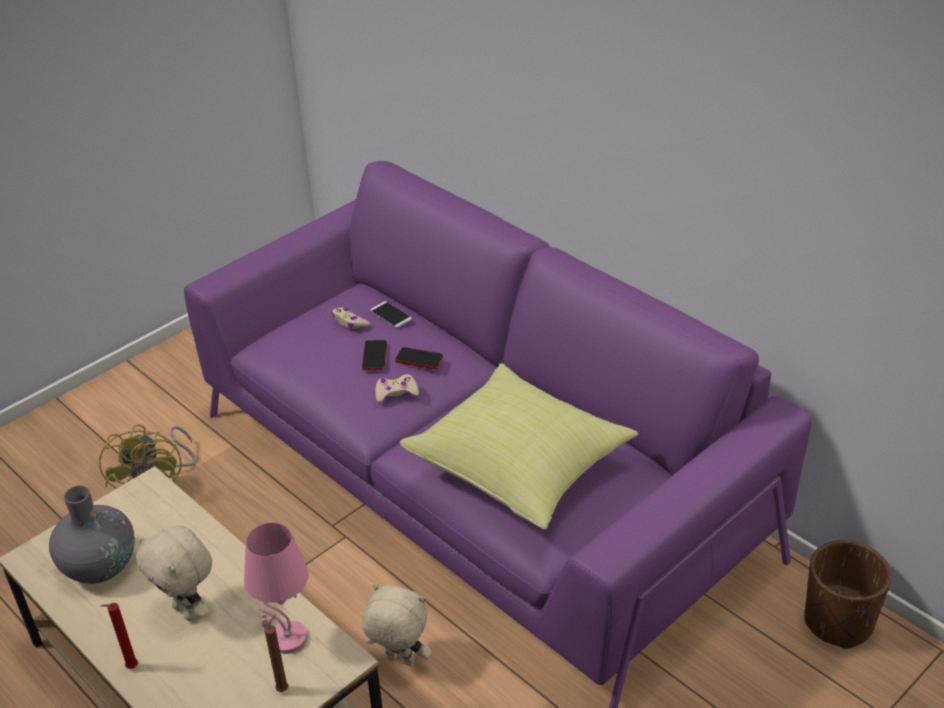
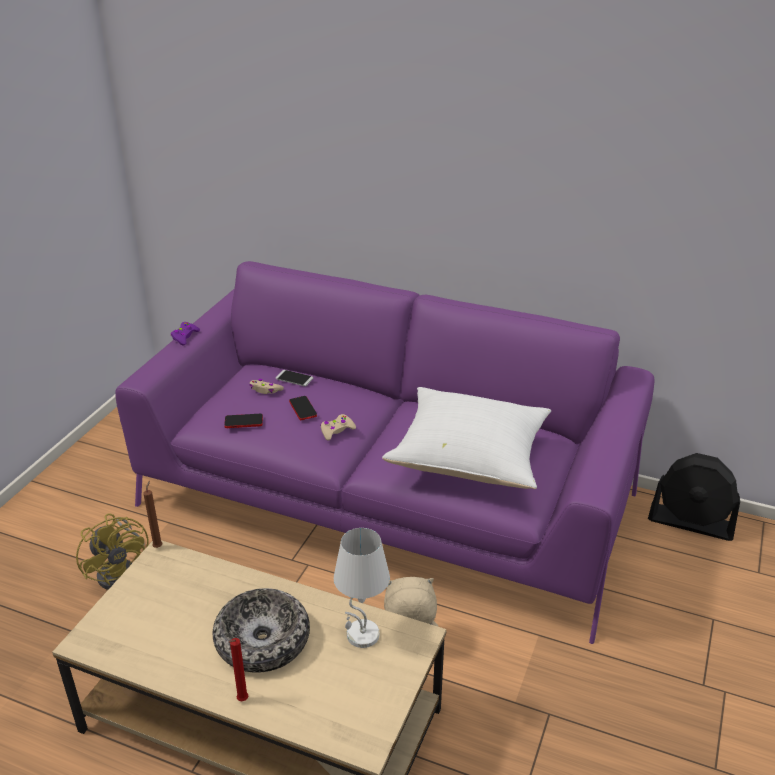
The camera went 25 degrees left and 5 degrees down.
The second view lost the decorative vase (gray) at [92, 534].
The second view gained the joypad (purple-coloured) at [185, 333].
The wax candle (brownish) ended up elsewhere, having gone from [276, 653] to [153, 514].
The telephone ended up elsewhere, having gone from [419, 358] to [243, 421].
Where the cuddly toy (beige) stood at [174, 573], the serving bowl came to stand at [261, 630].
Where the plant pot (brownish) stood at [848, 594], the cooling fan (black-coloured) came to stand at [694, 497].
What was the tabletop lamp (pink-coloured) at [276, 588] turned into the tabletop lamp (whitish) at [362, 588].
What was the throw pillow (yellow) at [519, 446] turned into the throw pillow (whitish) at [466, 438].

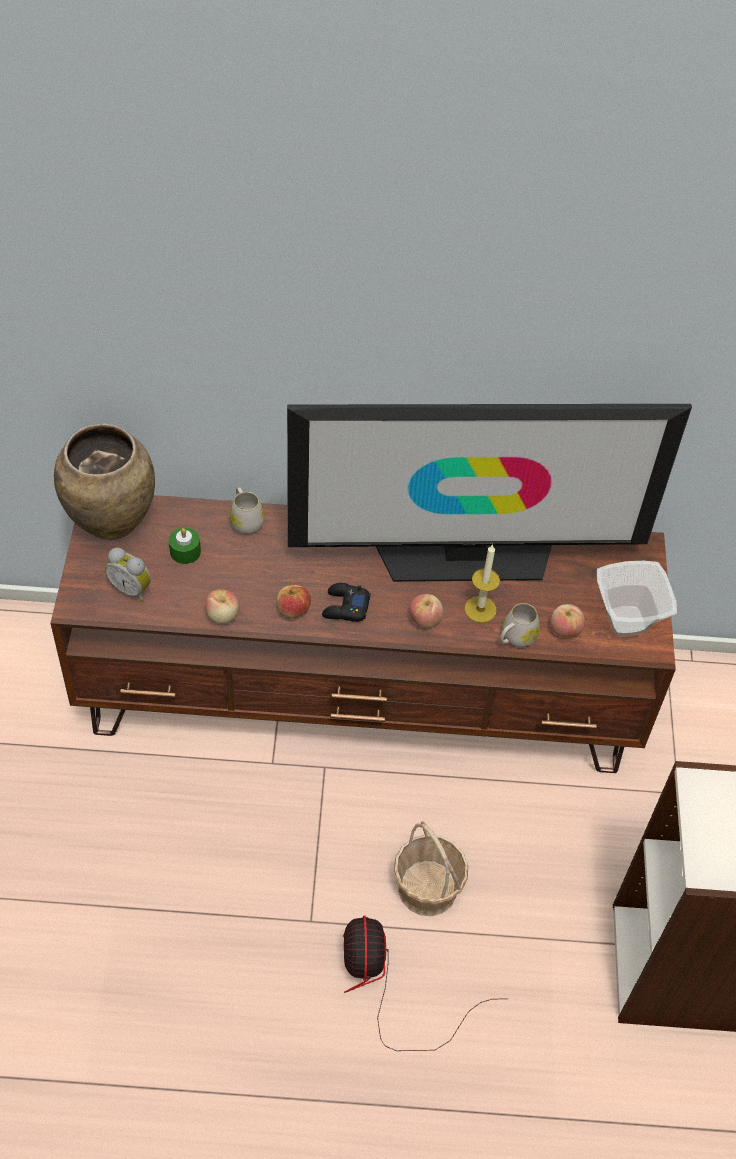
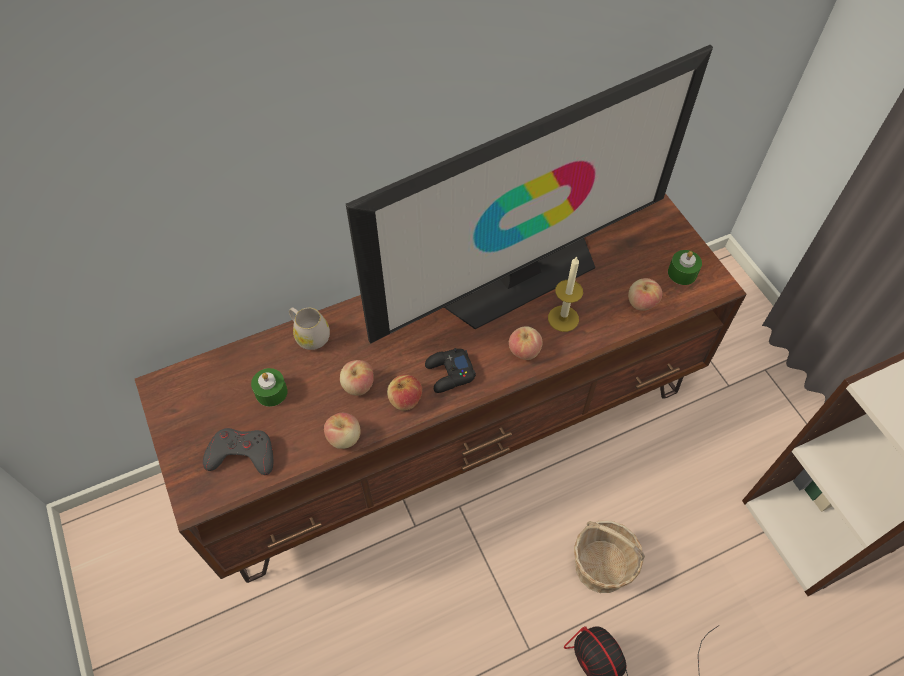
The camera went 25 degrees left and 5 degrees up.
The second view lost the decorative vase (brownish) at [104, 481].
The second view lost the tea mug (whitish) at [520, 625].
The second view gained the whole apple at [357, 378].
Where the alarm clock stood at [128, 575], the joypad (gray) came to stand at [238, 451].
Where the serving bowl stood at [637, 598], the wax candle (green) came to stand at [685, 267].

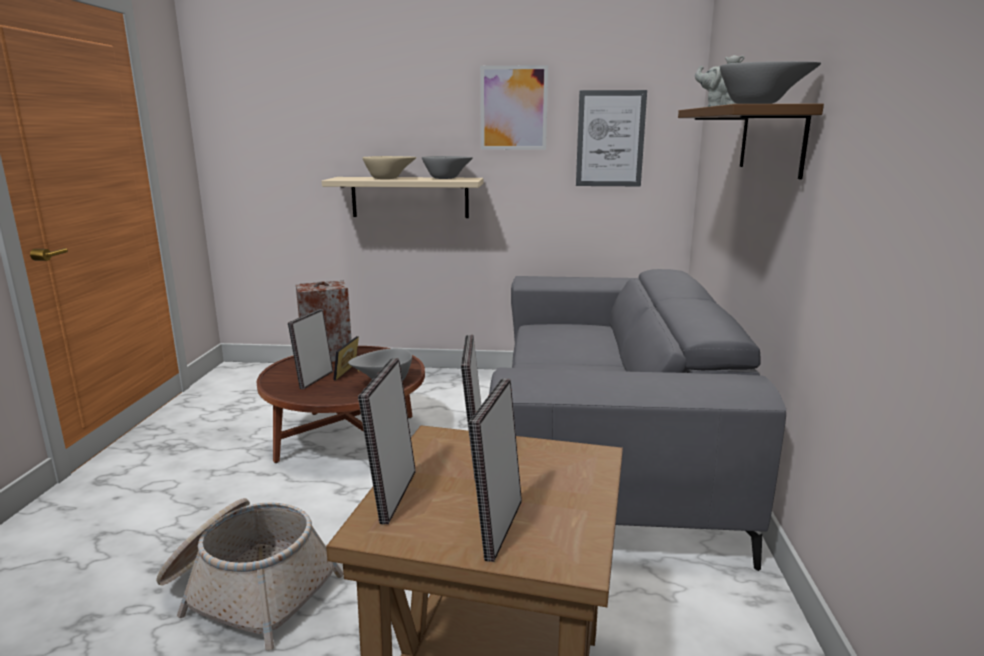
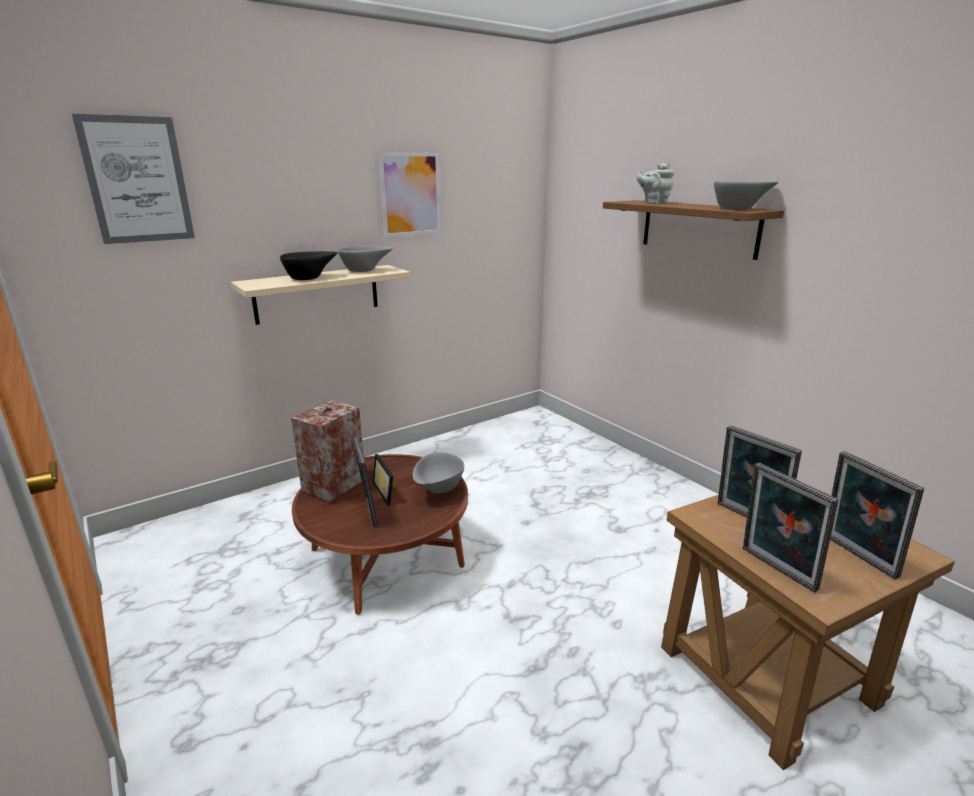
The camera went 40 degrees left and 5 degrees up.
The second view lost the storage basket at [250, 574].
The second view lost the settee (gray) at [638, 420].
The wall picture ended up elsewhere, having gone from [611, 138] to [133, 179].
What was the serving bowl (beige) at [390, 167] turned into the serving bowl (black-coloured) at [309, 265].

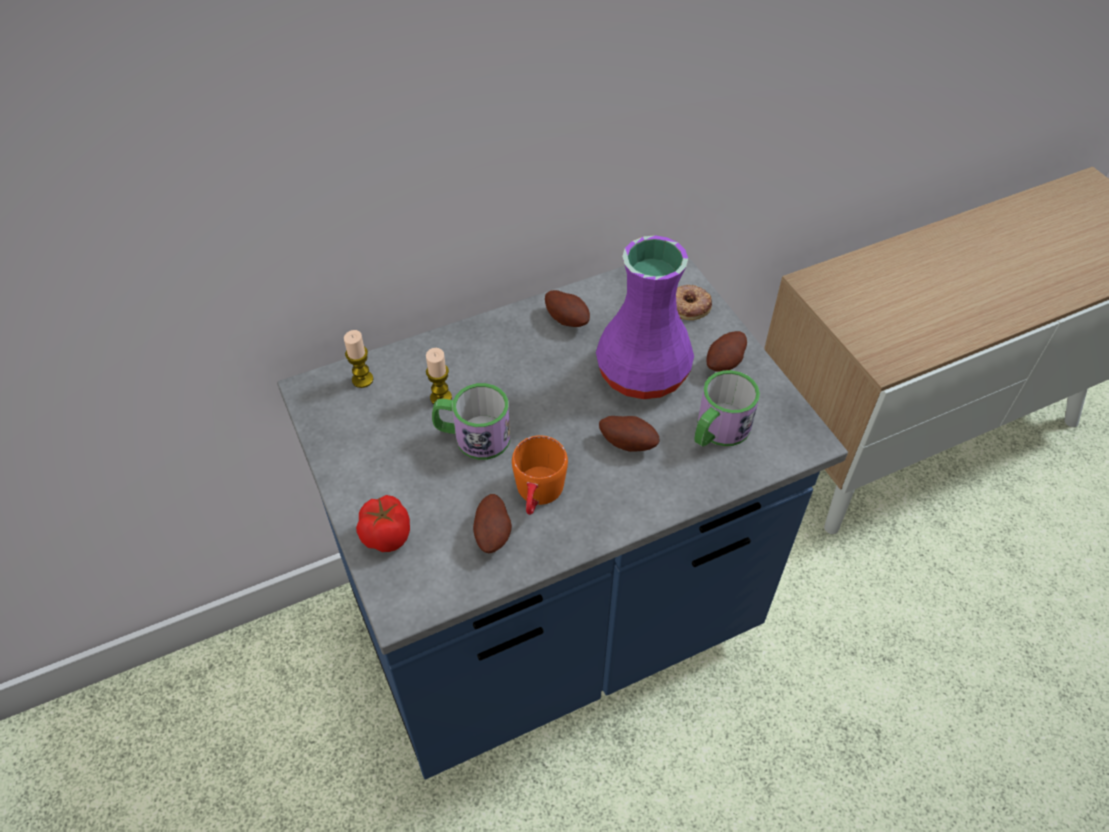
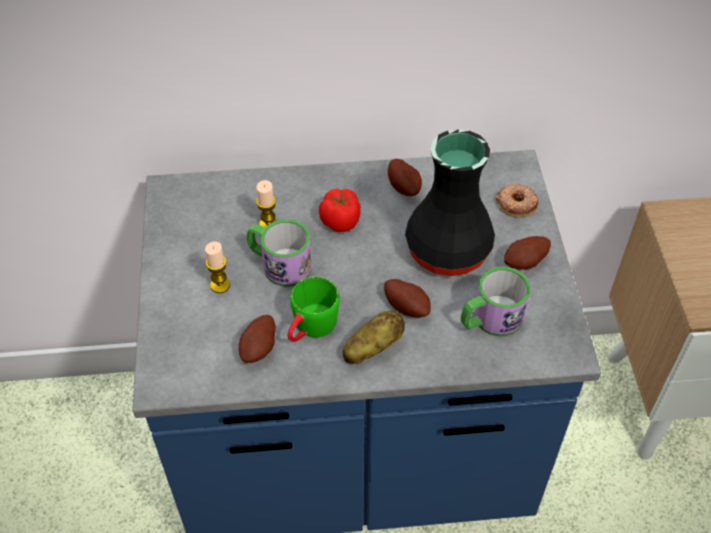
The camera went 20 degrees right and 0 degrees up.
The second view gained the potato at [374, 337].
The wax candle ended up elsewhere, having gone from [359, 359] to [217, 267].
The tomato ended up elsewhere, having gone from [383, 523] to [340, 210].
What was the tea mug (orange) at [540, 475] turned into the tea mug (green) at [314, 309].
What was the decorative vase (purple-coloured) at [645, 317] turned into the decorative vase (black-coloured) at [450, 202].

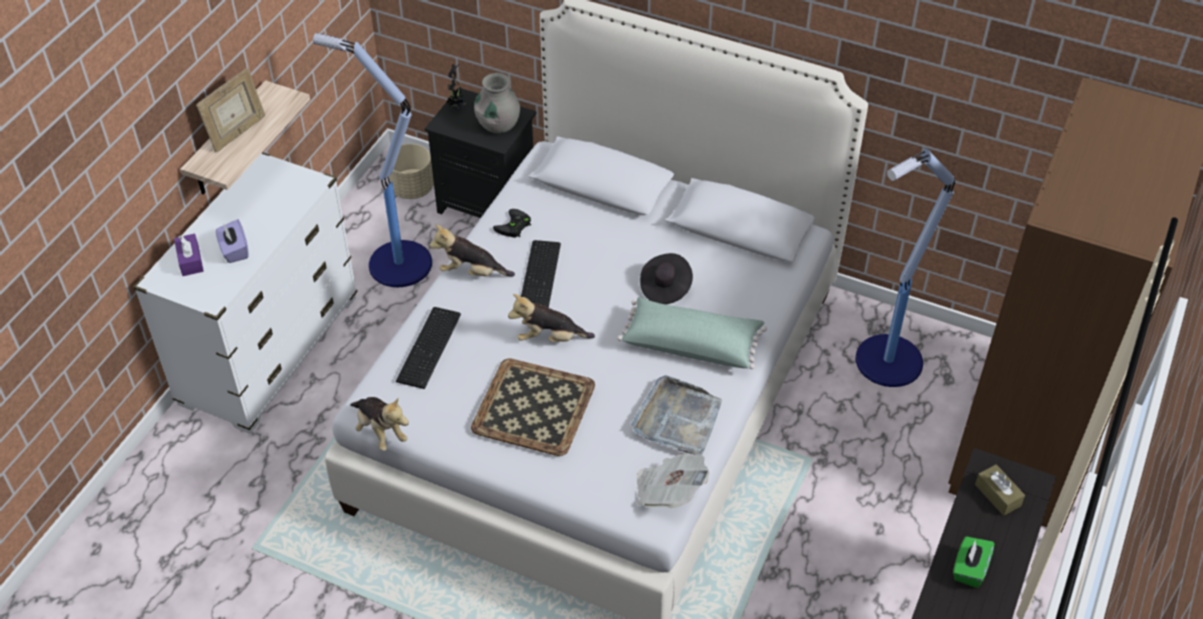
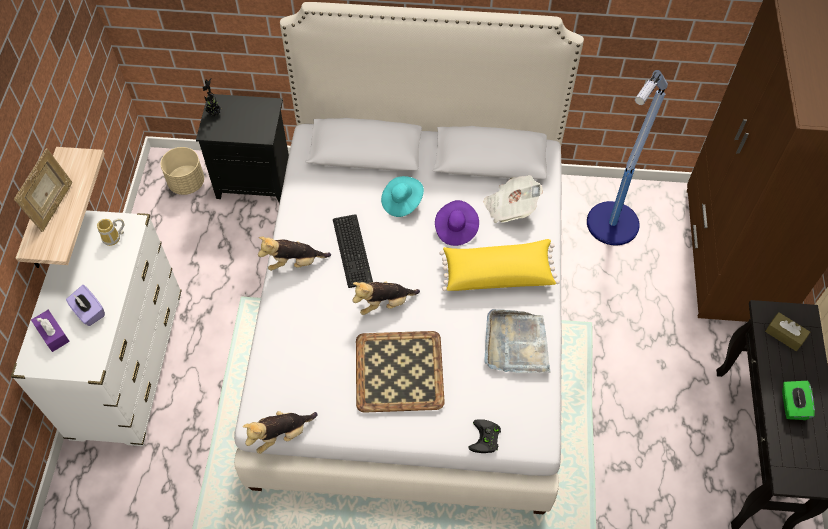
The camera went 20 degrees left and 10 degrees up.
The second view lost the standing lamp at [372, 160].
The second view lost the keyboard at [428, 348].
The second view lost the decorative vase (gray) at [497, 103].
The second view gained the tea mug at [110, 232].
The second view gained the clothing hat (turquoise) at [402, 196].
The joypad (black-coloured) ended up elsewhere, having gone from [512, 223] to [484, 436].
The printed paper ended up elsewhere, having gone from [673, 480] to [513, 199].
What was the throw pillow (green) at [692, 333] turned into the throw pillow (yellow) at [499, 265].
What was the clothing hat (black-coloured) at [666, 278] turned into the clothing hat (purple-coloured) at [457, 223].
The cuddly toy at [379, 424] ended up facing another way, 120 degrees clockwise from before.

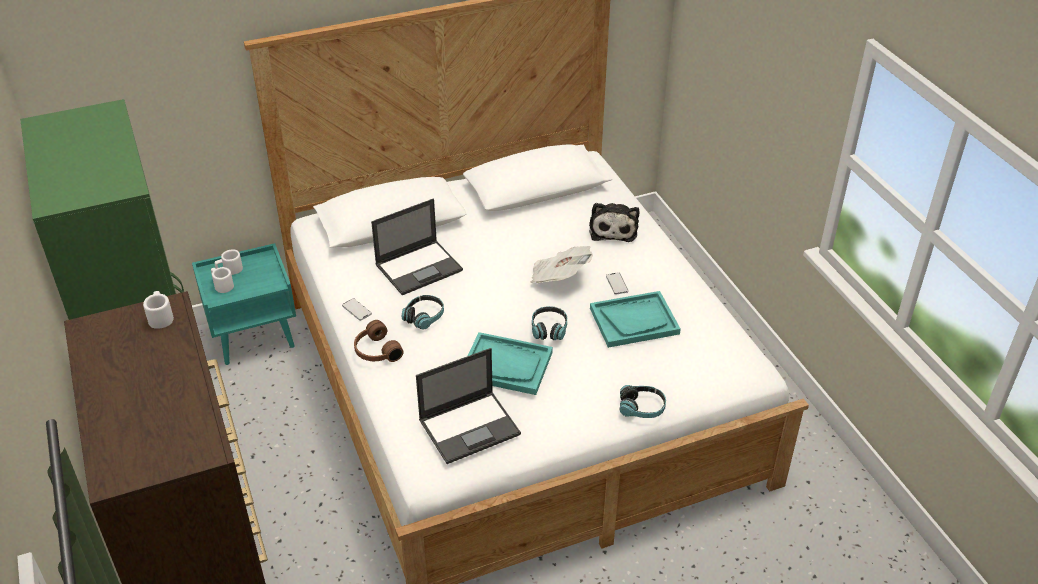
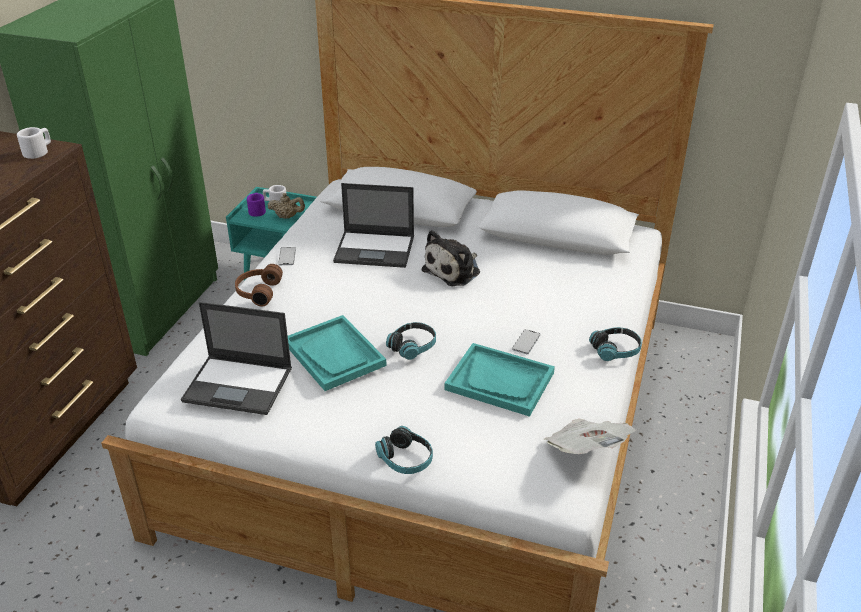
The camera went 40 degrees right and 5 degrees down.
The second view gained the teapot (beige) at [286, 206].
The pair of headphones ended up elsewhere, having gone from [423, 312] to [615, 344].
The printed paper ended up elsewhere, having gone from [562, 264] to [590, 436].
The cuddly toy ended up elsewhere, having gone from [614, 222] to [450, 258].
What was the tea mug (whitish) at [222, 280] turned into the tea mug (purple-coloured) at [256, 205].

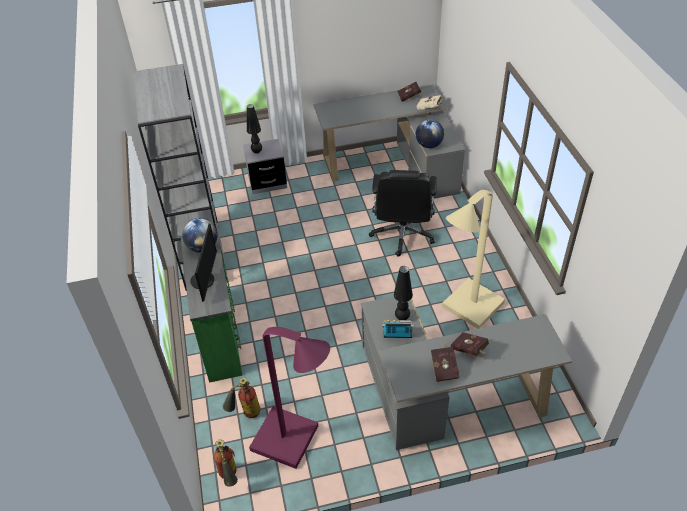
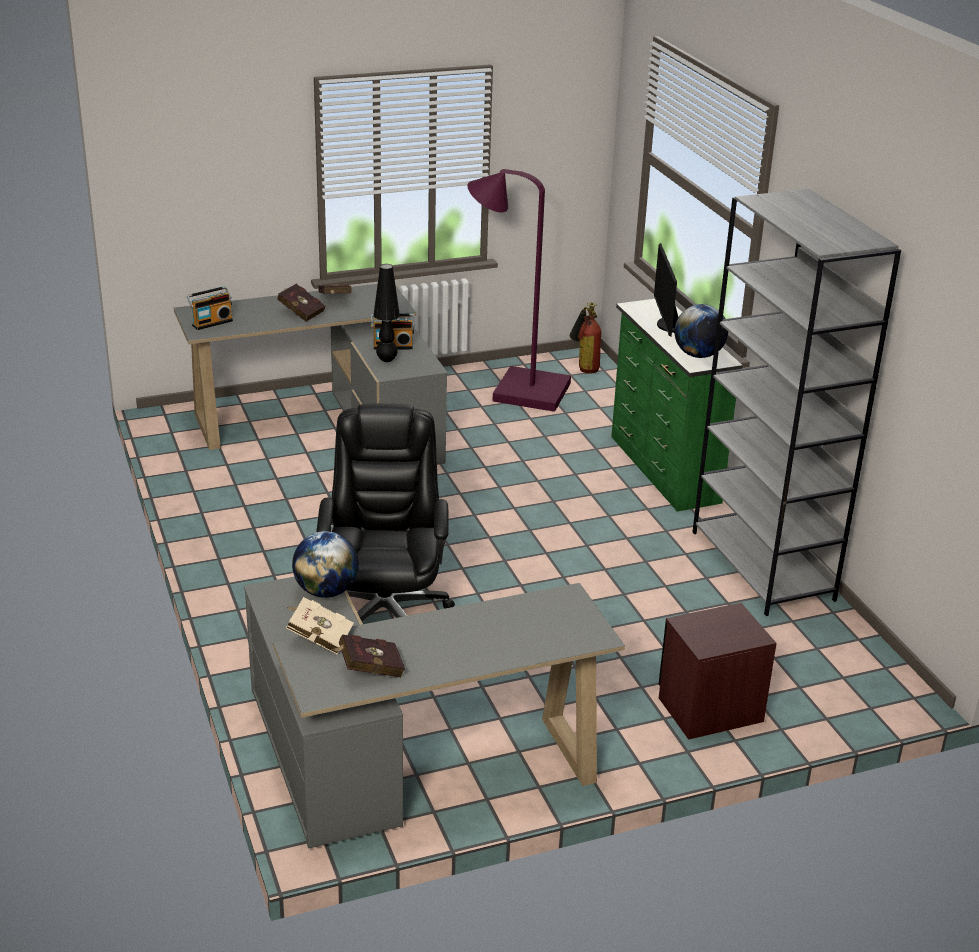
The camera went 170 degrees right and 15 degrees down.
The second view lost the fire extinguisher at [241, 397].
The second view lost the tabletop lamp (black-coloured) at [254, 129].
The second view lost the standing lamp (beige) at [473, 259].
The second view gained the radio set at [210, 308].
What was the bedside table (gray) at [265, 166] turned into the bedside table (brownish) at [718, 671].

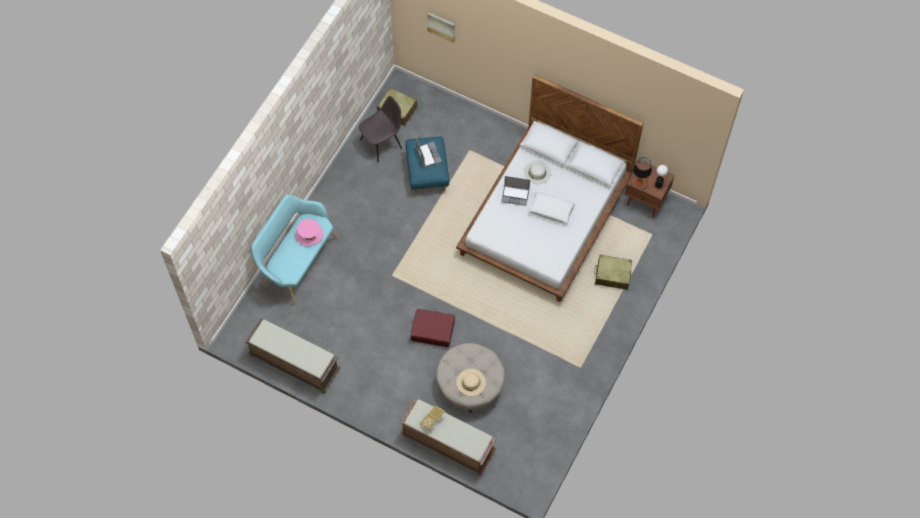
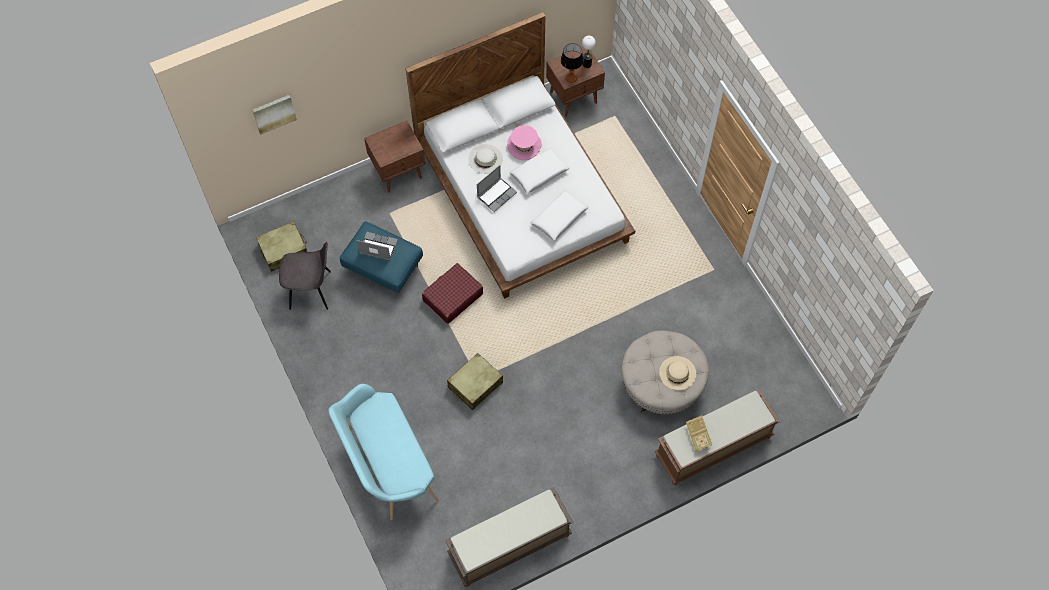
The camera went 55 degrees left and 0 degrees up.
The second view gained the bedside table (brownish) at [394, 156].
The second view gained the throw pillow (whitish) at [560, 215].
The clothing hat (pink-coloured) ended up elsewhere, having gone from [310, 232] to [524, 142].
The piece of luggage (reddish) ended up elsewhere, having gone from [432, 328] to [452, 293].
The piece of luggage (beige) ended up elsewhere, having gone from [613, 272] to [475, 381].
The upright chair (gray) at [380, 129] ended up facing another way, 90 degrees clockwise from before.

